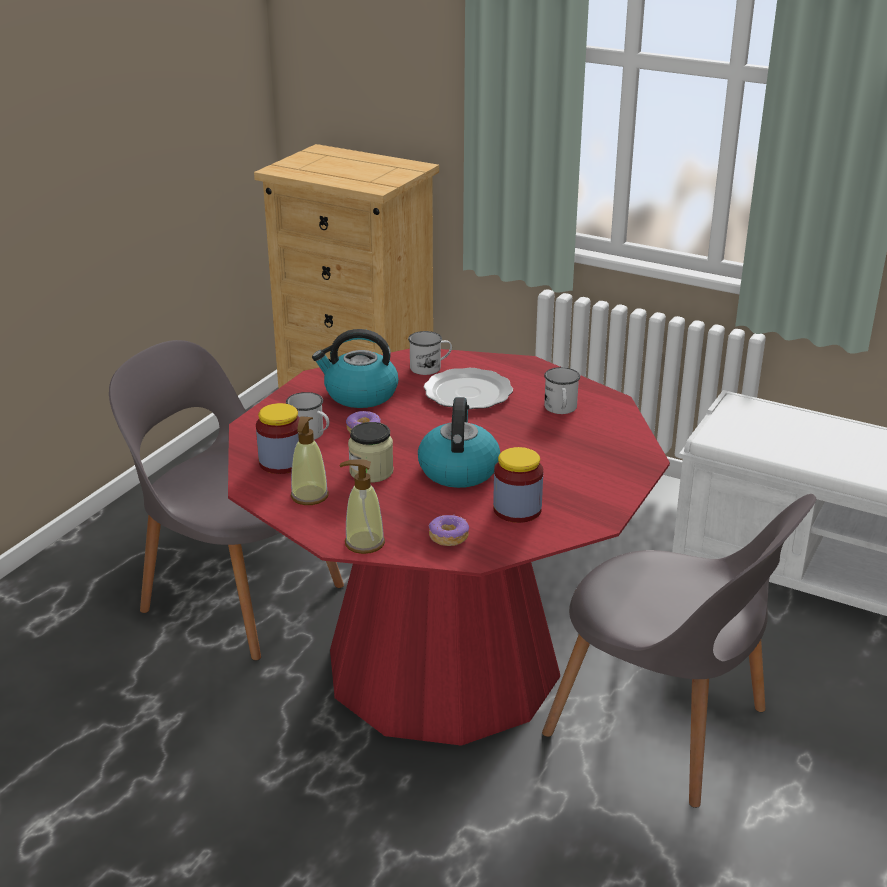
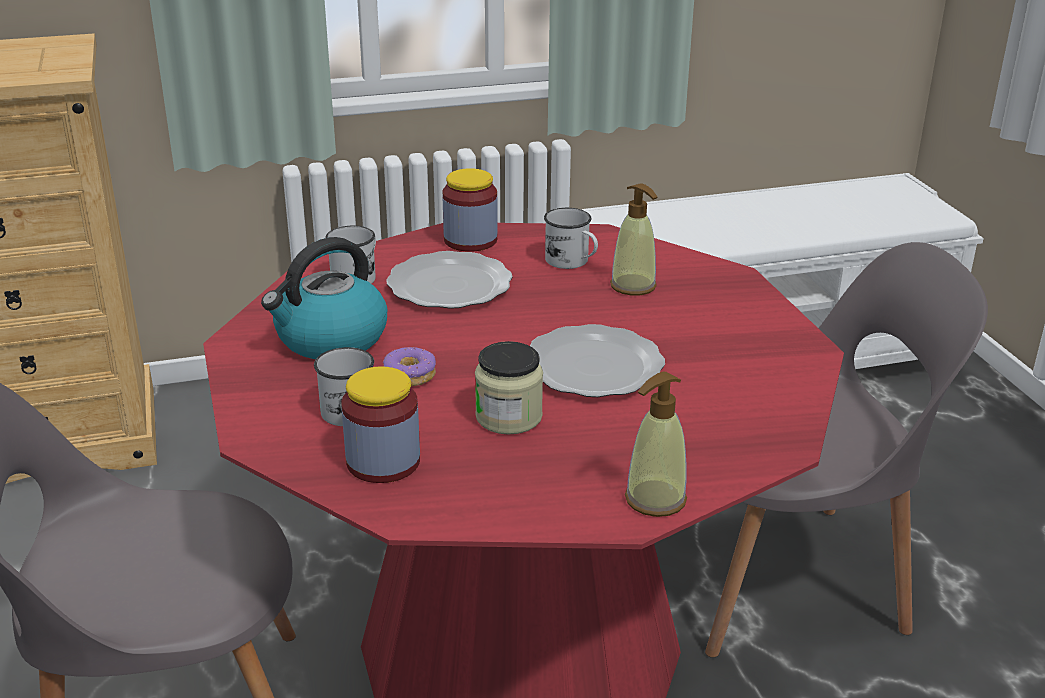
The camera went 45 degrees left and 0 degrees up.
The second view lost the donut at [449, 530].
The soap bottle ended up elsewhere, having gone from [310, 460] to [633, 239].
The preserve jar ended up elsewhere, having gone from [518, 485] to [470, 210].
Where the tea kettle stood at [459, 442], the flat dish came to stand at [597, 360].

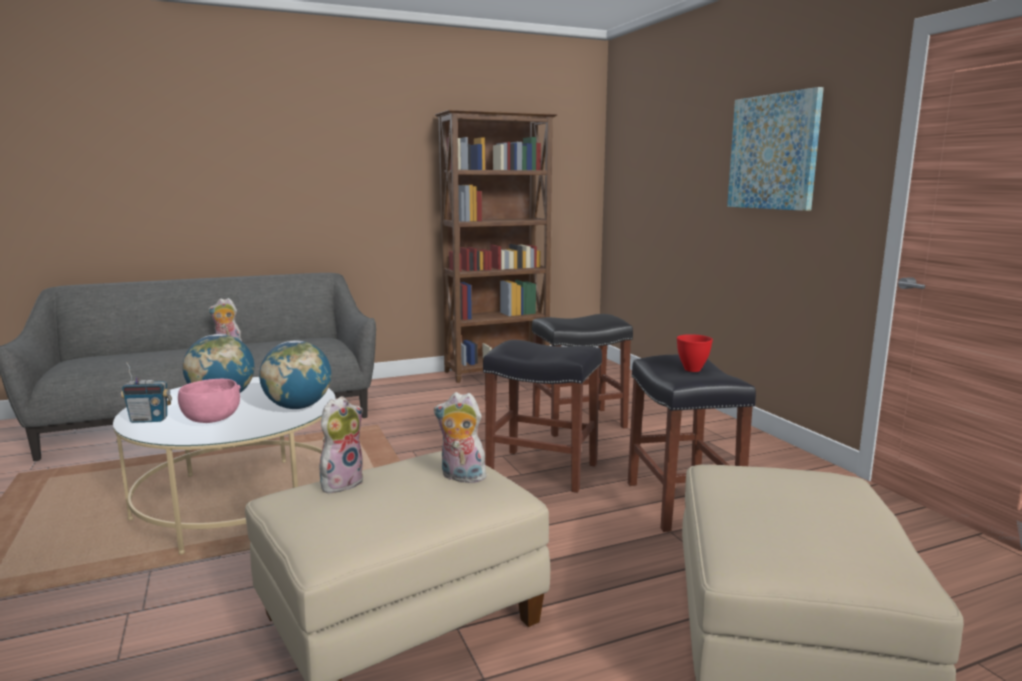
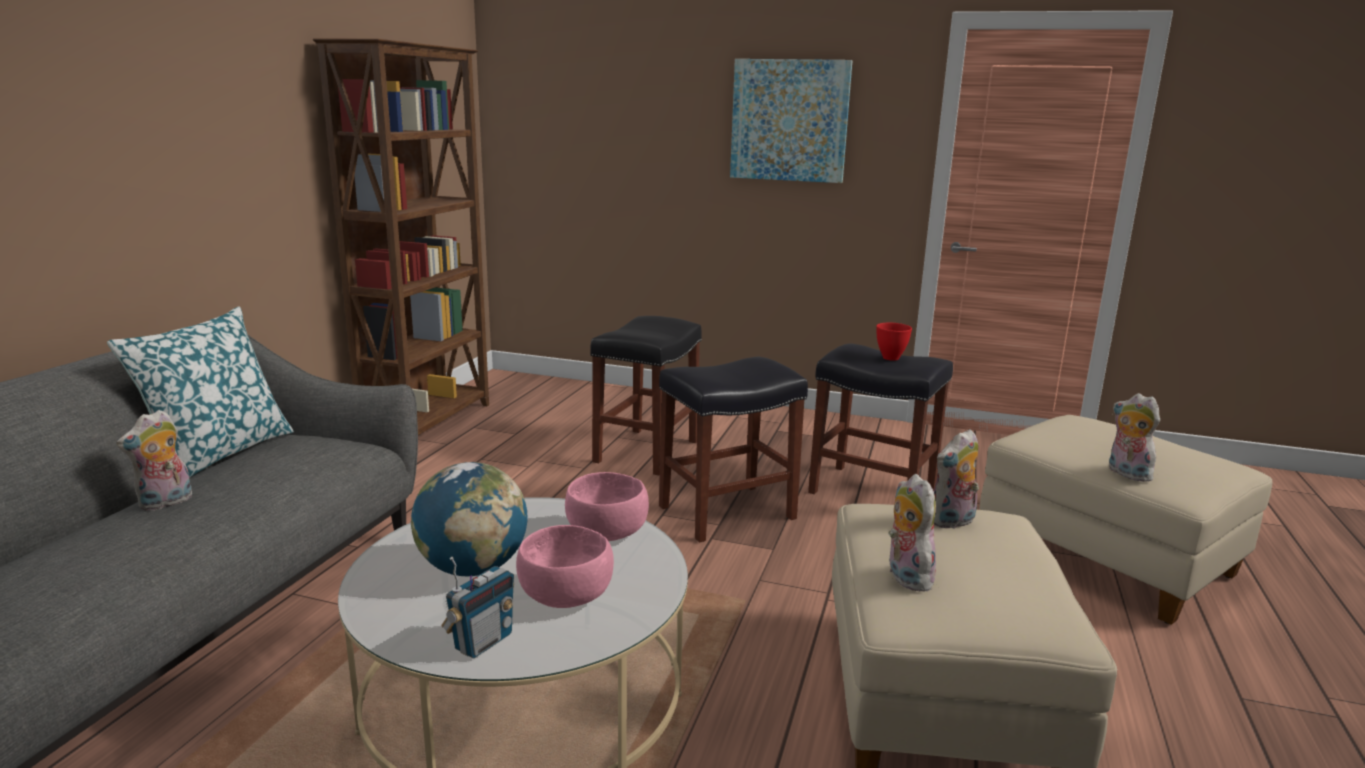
The camera went 50 degrees left and 5 degrees up.
The second view gained the throw pillow at [200, 392].
The second view gained the cuddly toy at [1134, 437].
Where the world globe stood at [295, 374], the serving bowl (pink-coloured) came to stand at [607, 506].

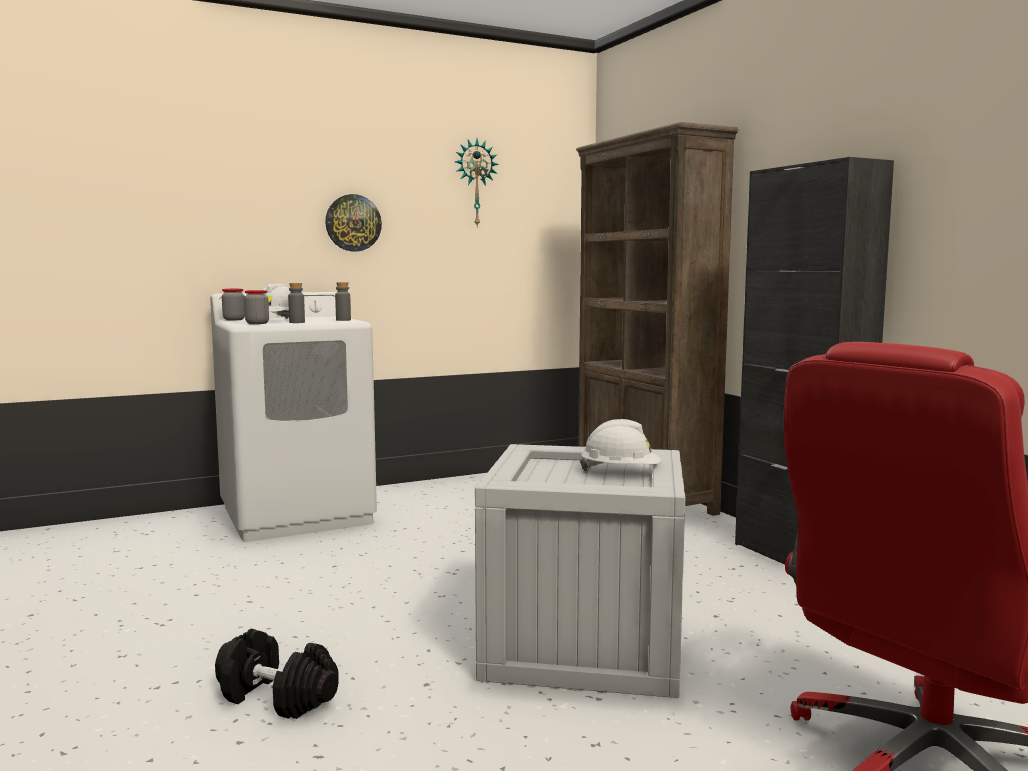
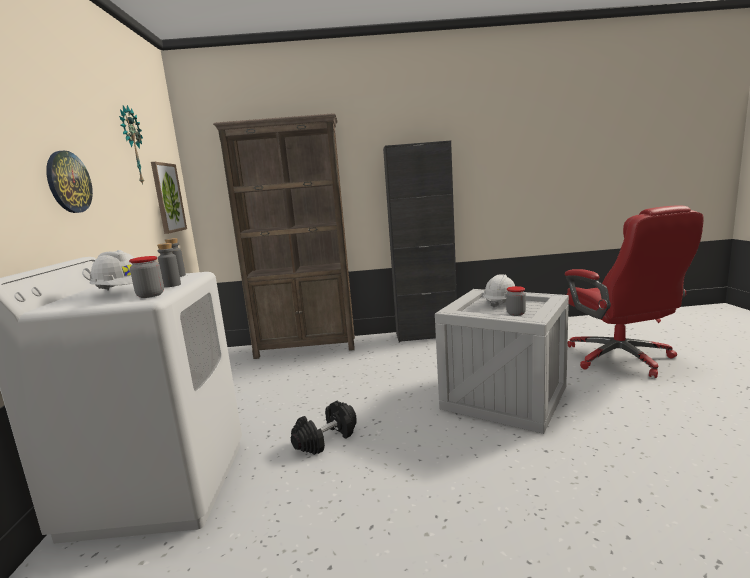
The camera went 65 degrees left and 5 degrees up.
The second view gained the wall picture at [169, 198].
The free weight (black-coloured) ended up elsewhere, having gone from [277, 674] to [324, 428].
The preserve jar ended up elsewhere, having gone from [233, 304] to [516, 301].

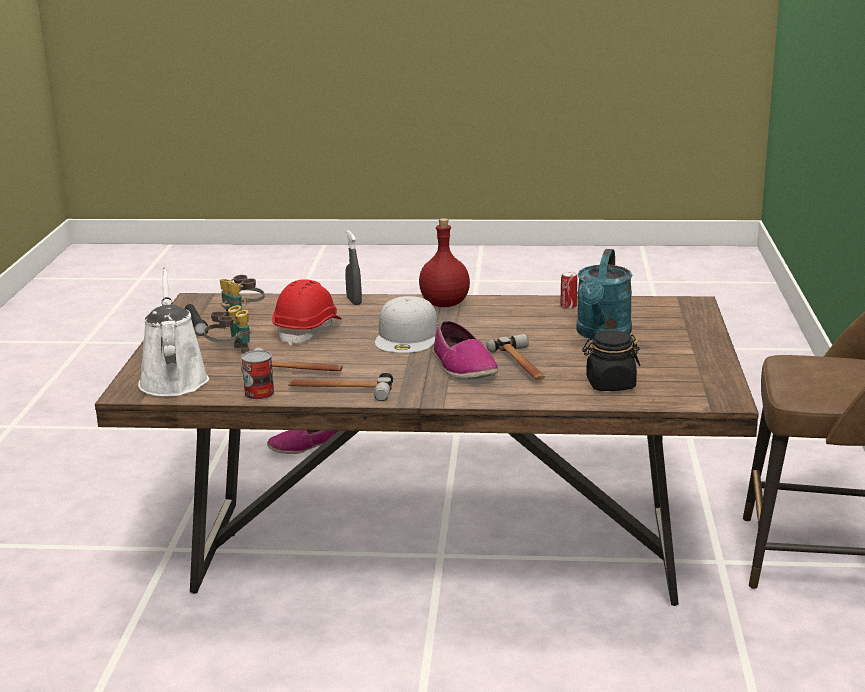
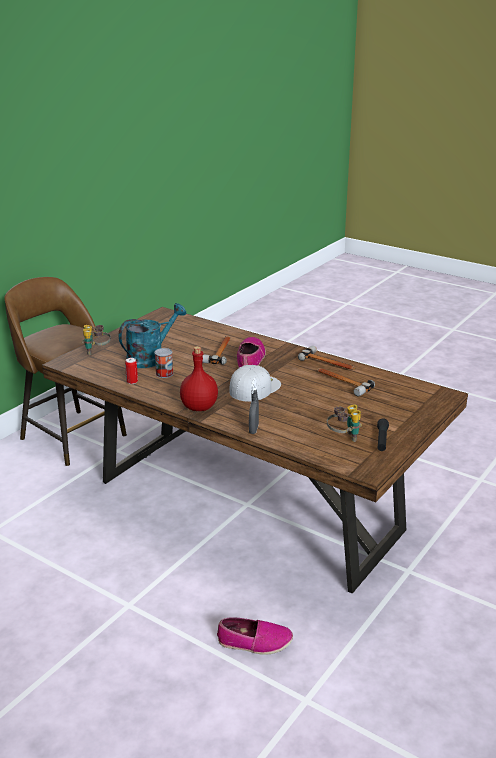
The camera went 150 degrees left and 5 degrees up.
The second view lost the watering pot (whitish) at [173, 332].
The second view lost the safety helmet (reddish) at [307, 312].
The second view lost the preserve jar (black-coloured) at [611, 360].
The field glasses ended up elsewhere, having gone from [228, 329] to [96, 340].
The metal can ended up elsewhere, having gone from [258, 375] to [164, 363].

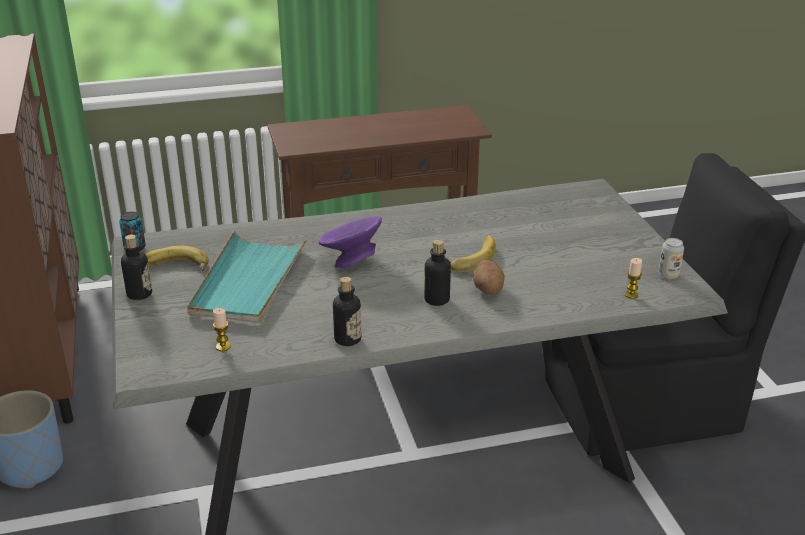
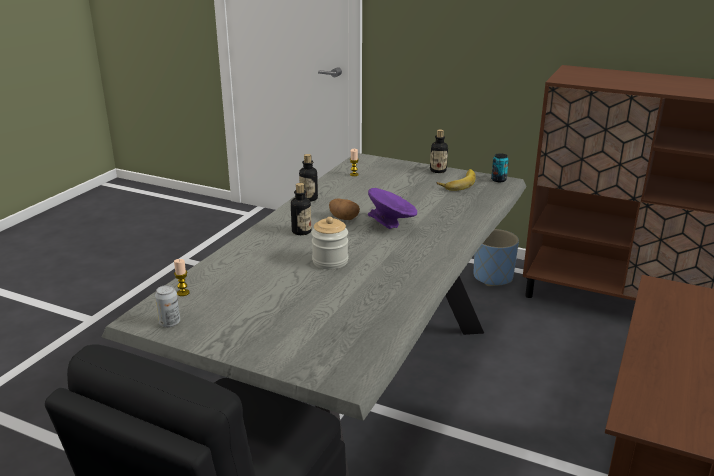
The camera went 130 degrees right and 5 degrees down.
The second view lost the carrying tray (turquoise) at [247, 276].
The potato ended up elsewhere, having gone from [489, 277] to [344, 209].
Where the whole banana stood at [473, 253], the preserve jar came to stand at [329, 243].

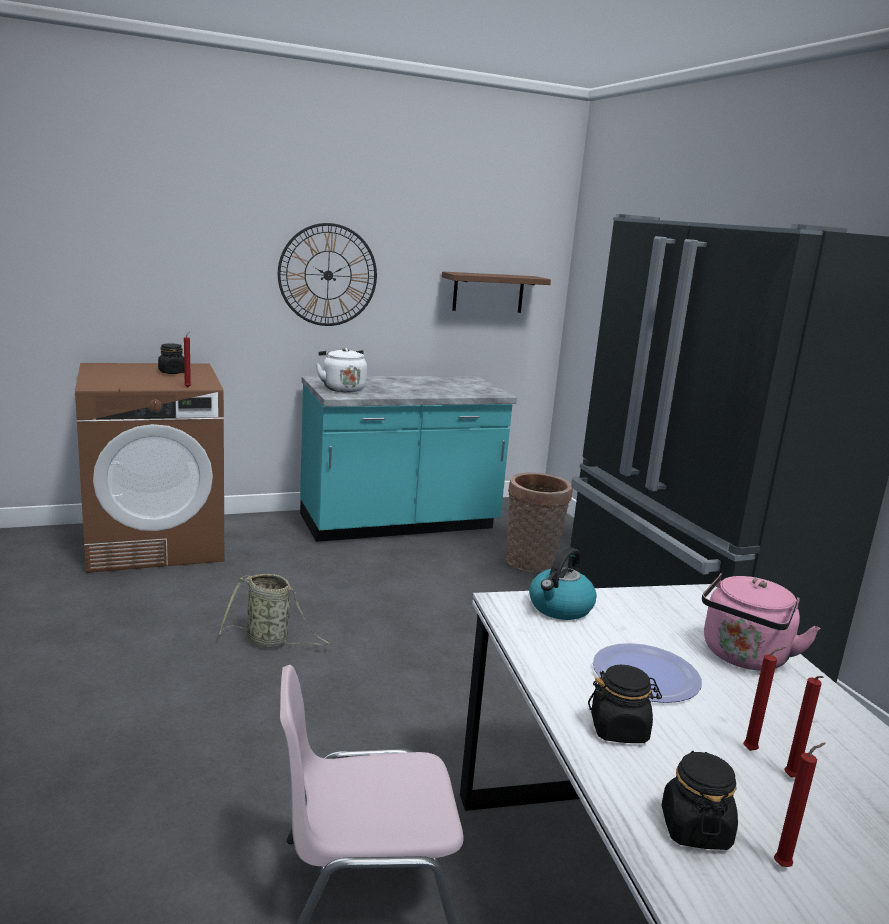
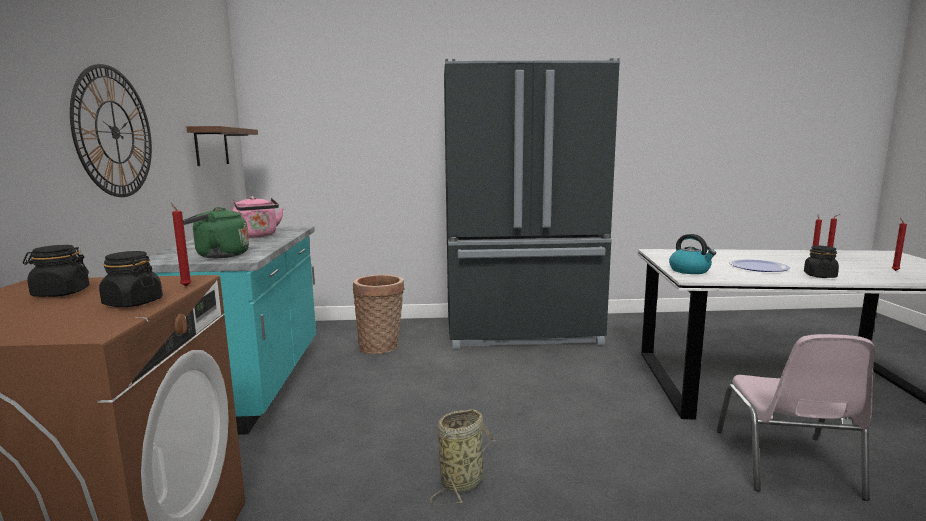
The camera went 70 degrees left and 5 degrees down.
The preserve jar (black-coloured) ended up elsewhere, having gone from [700, 800] to [131, 279].
The tea kettle (pink-coloured) ended up elsewhere, having gone from [761, 621] to [258, 217].
What was the tea kettle (whitish) at [341, 370] turned into the tea kettle (green) at [216, 232].

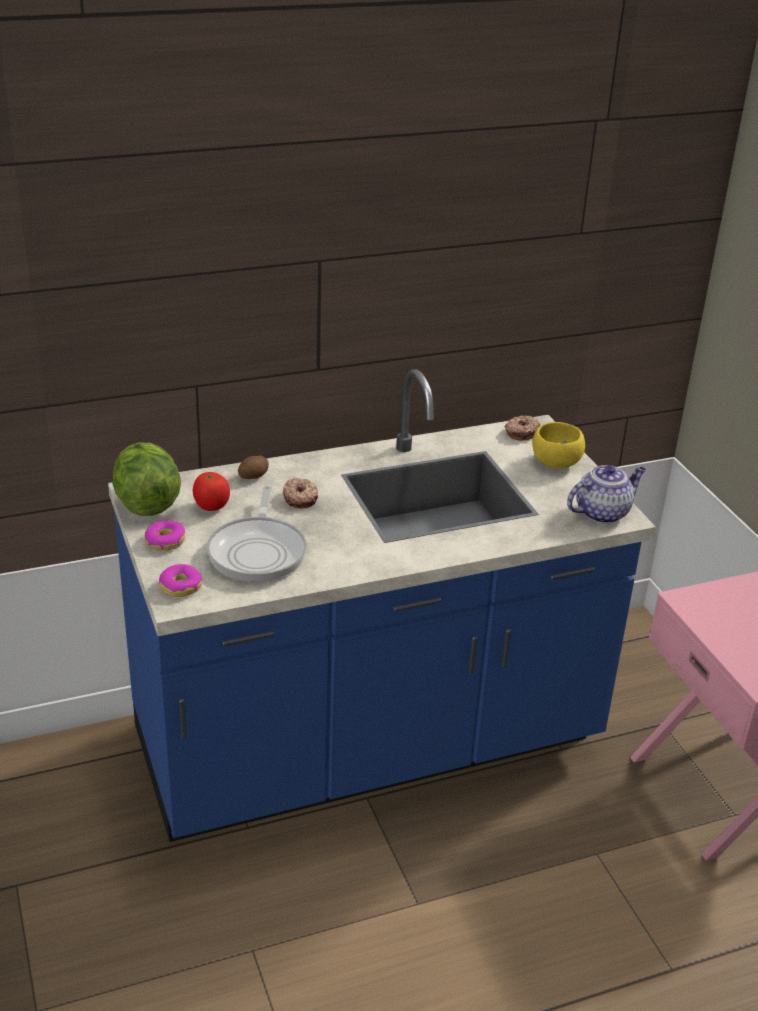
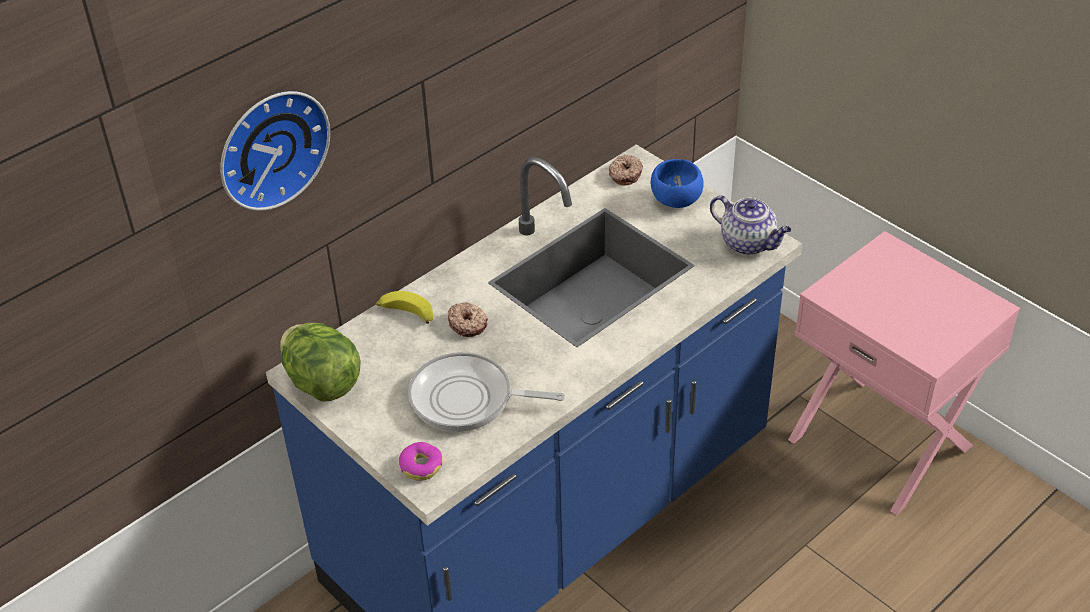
The camera went 20 degrees left and 10 degrees up.
The second view lost the donut at [165, 535].
The second view lost the tomato at [211, 491].
The second view gained the hanging clock at [275, 151].
Where the potato stood at [253, 467], the whole banana came to stand at [404, 307].
What was the serving bowl (yellow) at [559, 445] turned into the serving bowl (blue-coloured) at [677, 183].
The pan at [257, 534] ended up facing another way, 120 degrees clockwise from before.
The teapot at [606, 494] ended up facing another way, 90 degrees clockwise from before.

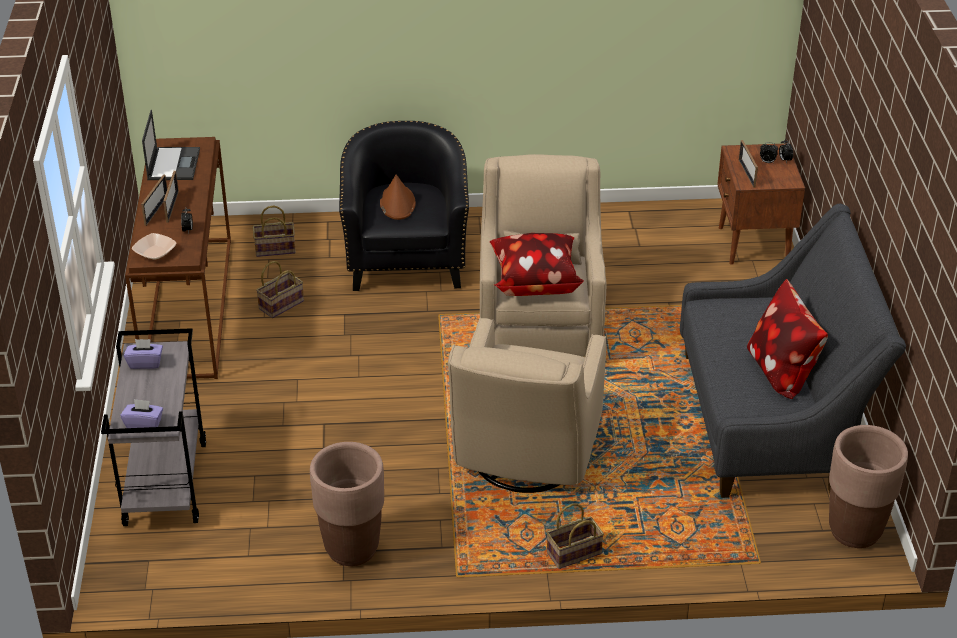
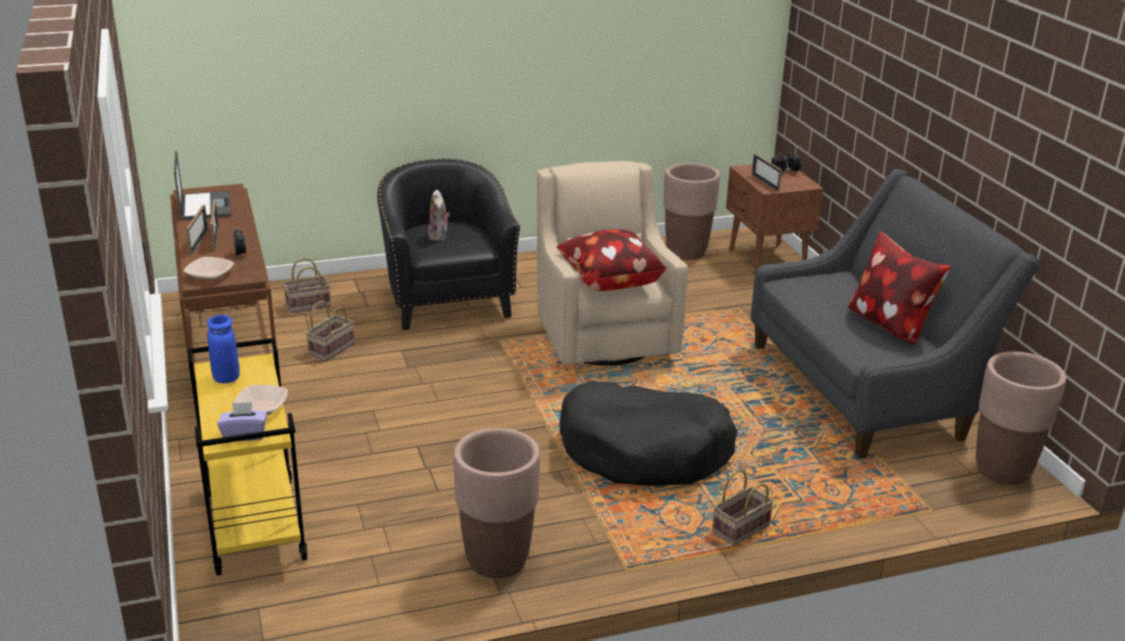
The camera went 15 degrees left and 10 degrees down.
The second view gained the serving bowl at [261, 400].
The second view gained the plant pot (brownish) at [691, 211].
Where the box of tissues (purple-coloured) stood at [143, 354], the decorative vase (blue-coloured) came to stand at [223, 349].
Where the clothing hat (brownish) stood at [398, 197], the cuddly toy came to stand at [439, 215].
Where the easy chair (beige) stood at [527, 405], the pet bed (black-coloured) came to stand at [648, 434].
What was the trolley (gray) at [153, 427] turned into the trolley (yellow) at [247, 457].

